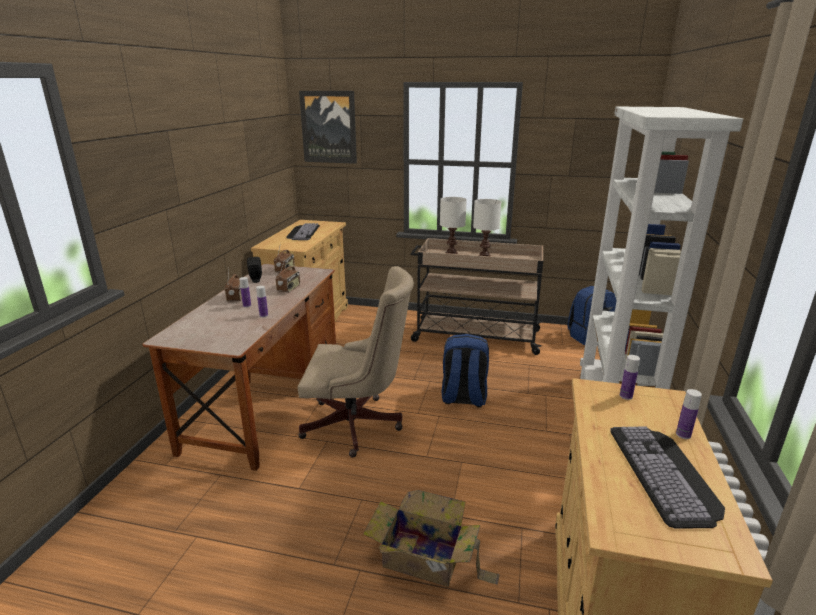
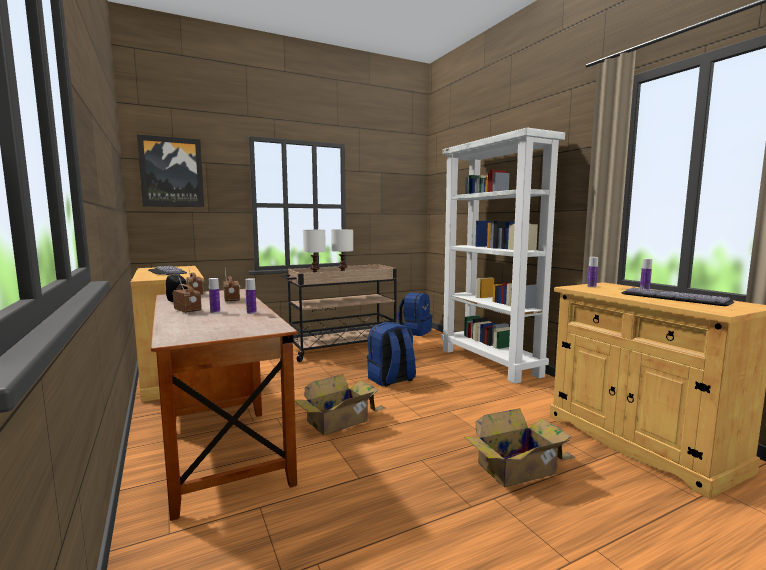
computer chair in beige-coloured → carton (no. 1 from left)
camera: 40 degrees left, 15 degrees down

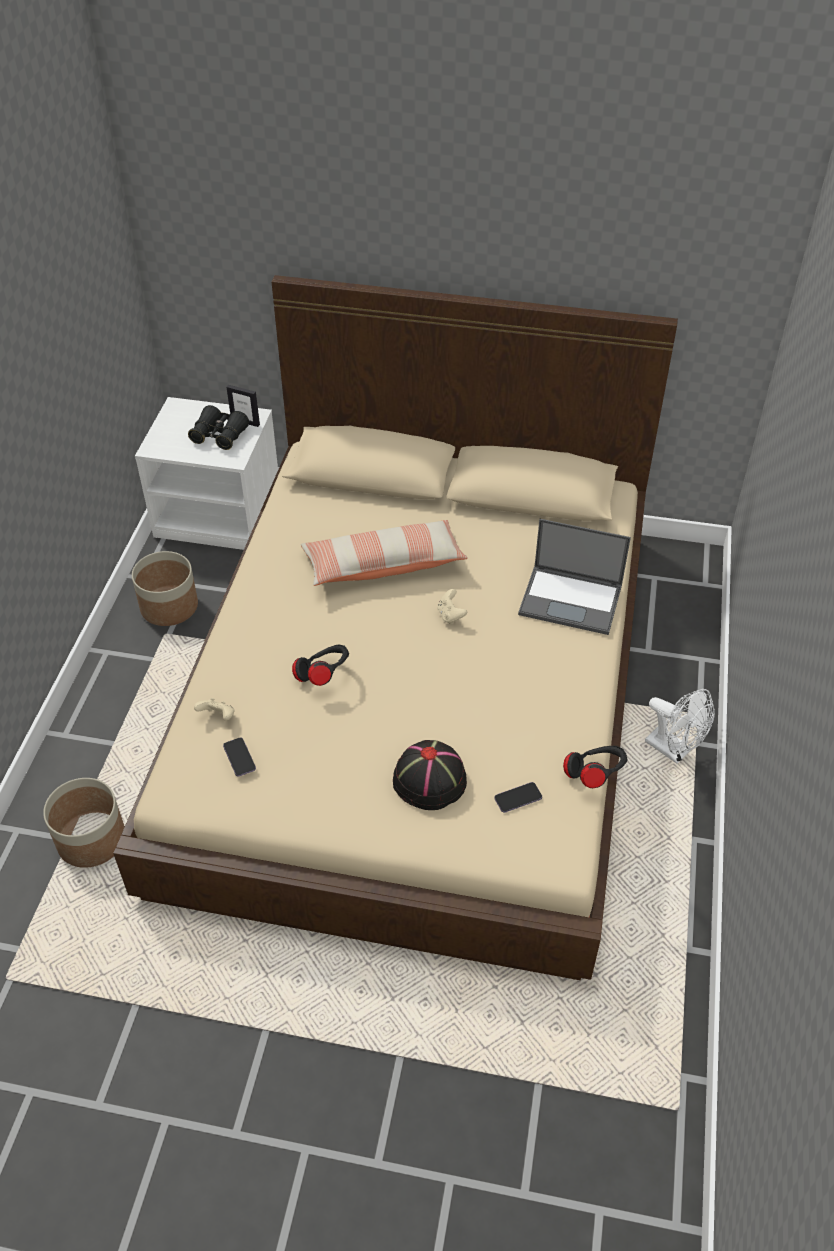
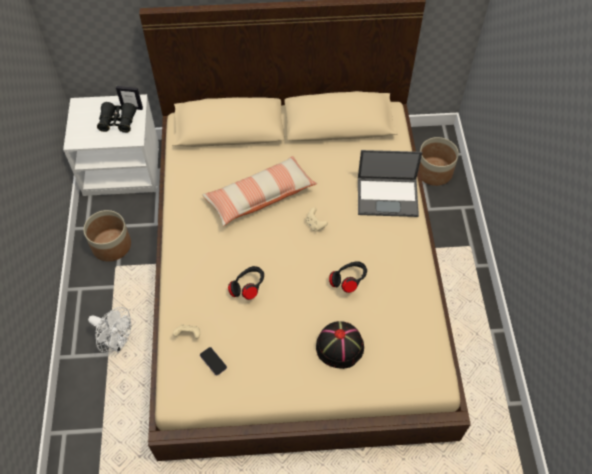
phone (no. 2 from left) → -
planter (no. 1 from left in the first image) → planter (no. 2 from left), relocated
pair of headphones in black-coloured (no. 2 from left), relocated
cooling fan in whitish, relocated
camera: 15 degrees left, 10 degrees up

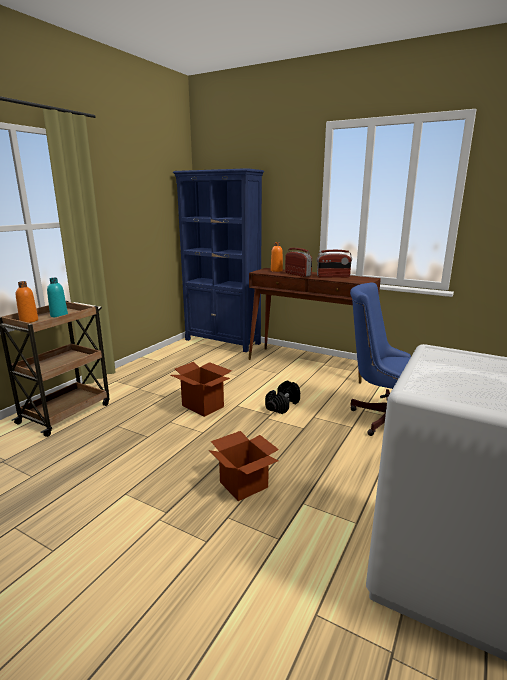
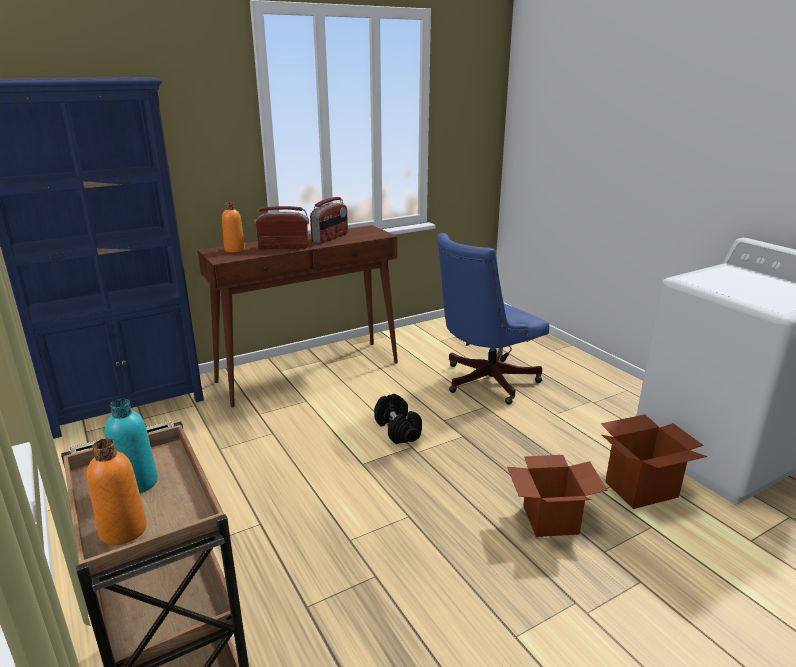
carton (no. 1 from left in the first image) → carton (no. 2 from left), relocated
camera: 60 degrees left, 5 degrees up

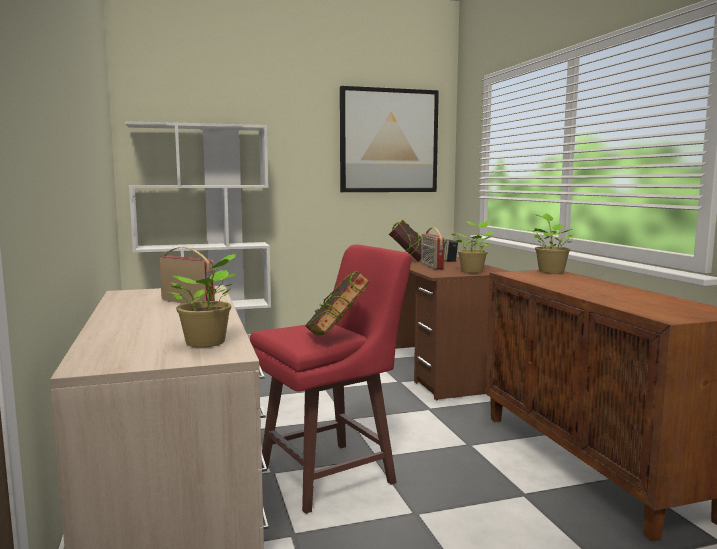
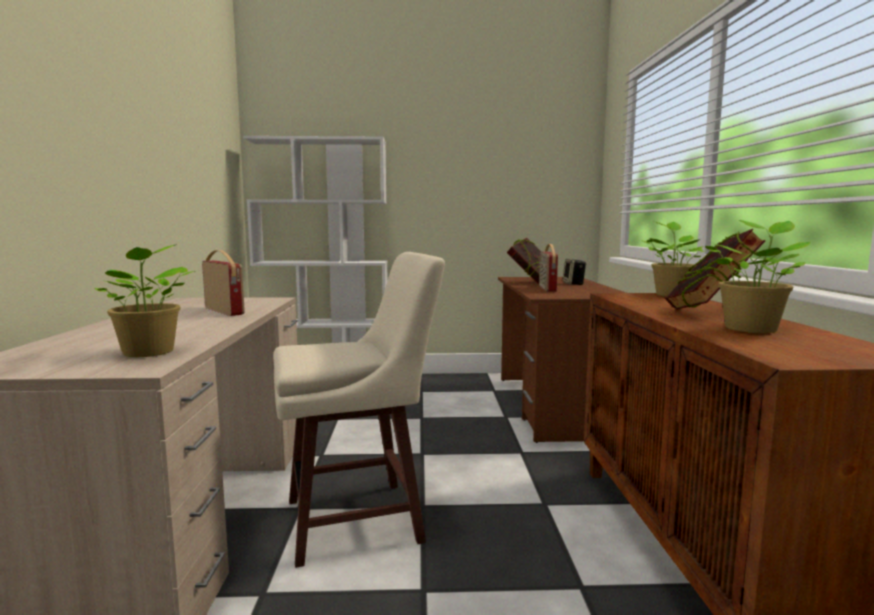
picture → -
book (no. 1 from left in the first image) → book (no. 2 from left), relocated
houseplant (no. 2 from left in the first image) → houseplant (no. 3 from left), relocated
stool seat in red-coloured → stool seat in beige-coloured
camera: 15 degrees right, 0 degrees up

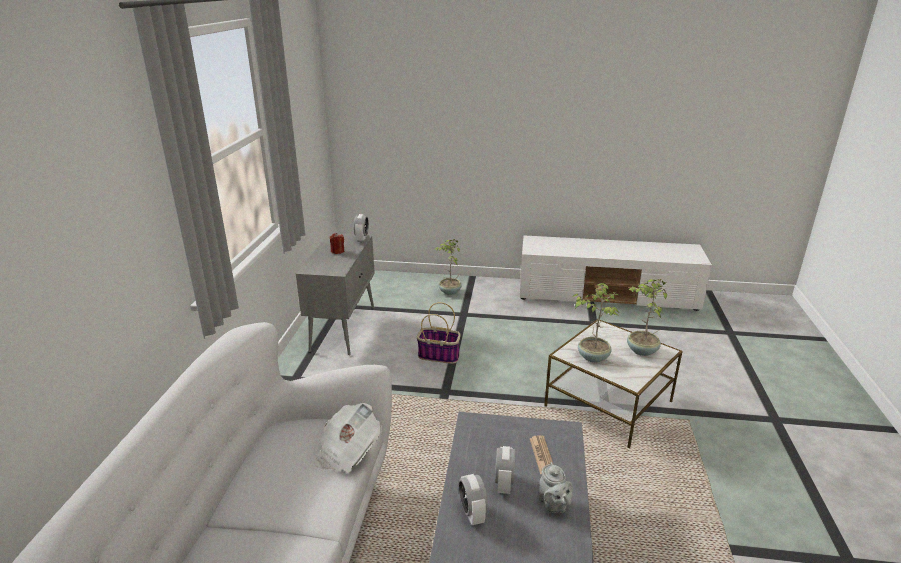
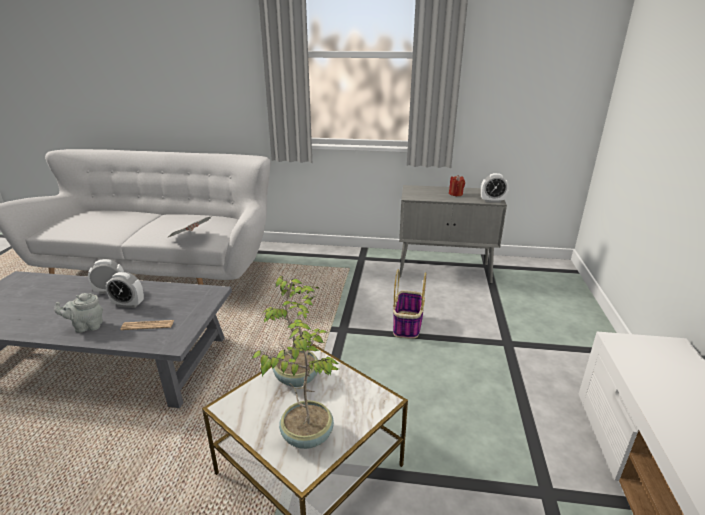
houseplant (no. 1 from left) → -
camera: 90 degrees right, 0 degrees up

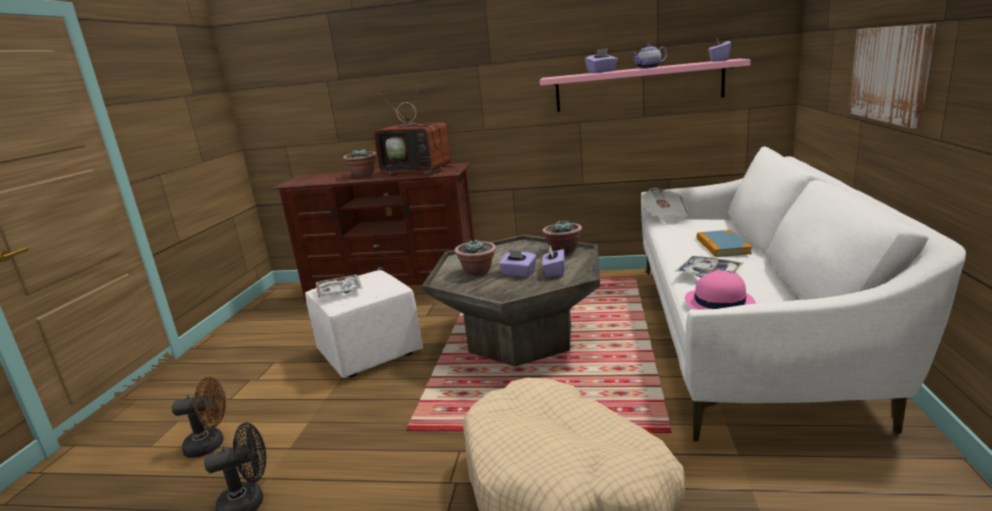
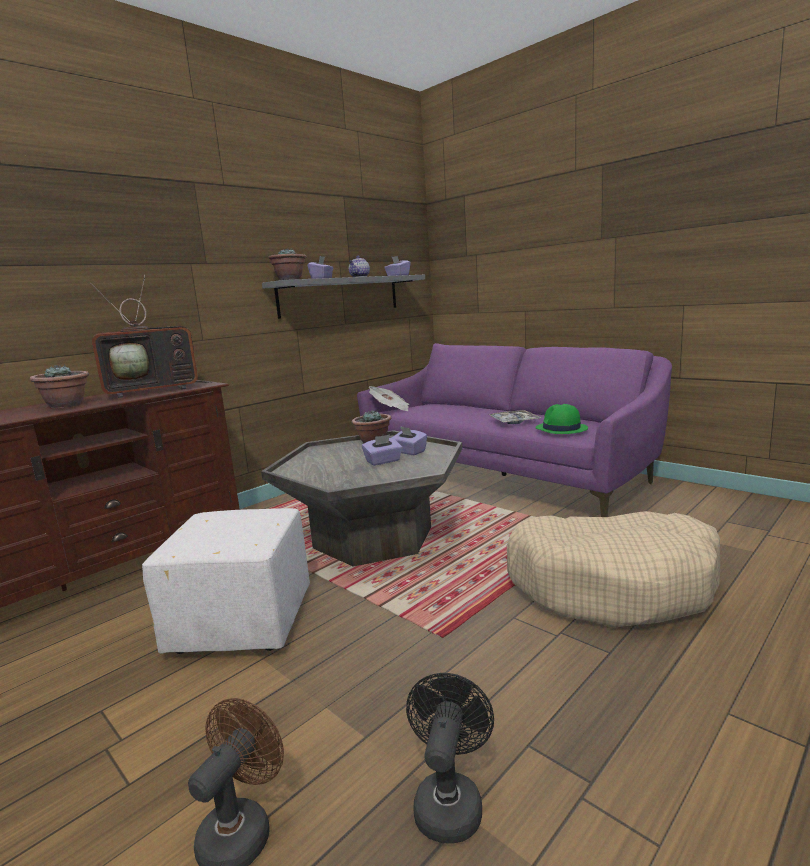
carrying tray (no. 1 from left) → -
book → -
picture → -
houseplant (no. 2 from left), relocated
bracket shelf in pink-coloured → bracket shelf in grey
settee in whitish → settee in purplish
wearable hat in pink-coloured → wearable hat in green
camera: 55 degrees left, 5 degrees down

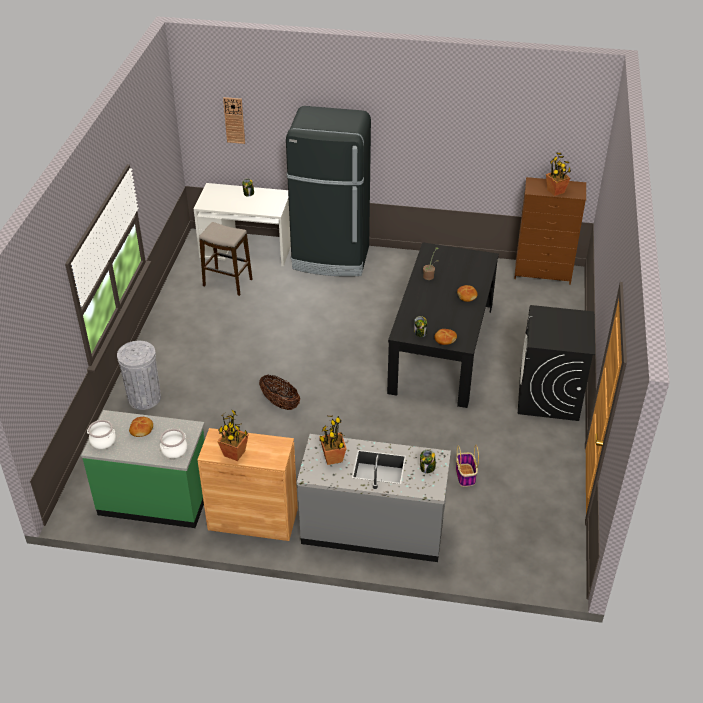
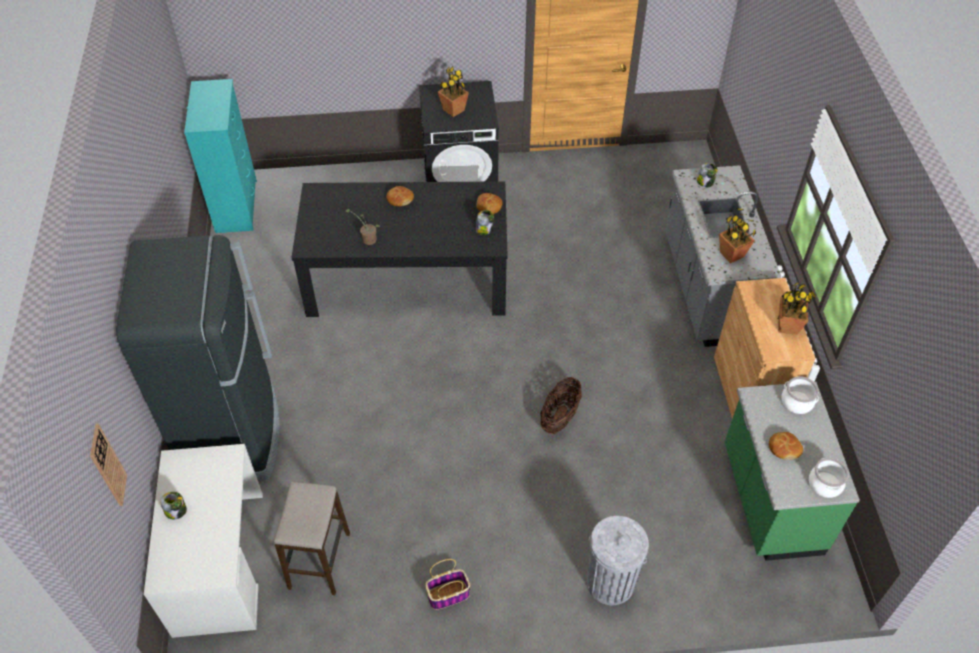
storage basket (no. 2 from left in the first image) → storage basket (no. 1 from left), relocated
houseplant (no. 4 from left in the first image) → houseplant (no. 2 from left), relocated
drawer chest in brownish → drawer chest in turquoise
camera: 105 degrees left, 10 degrees up

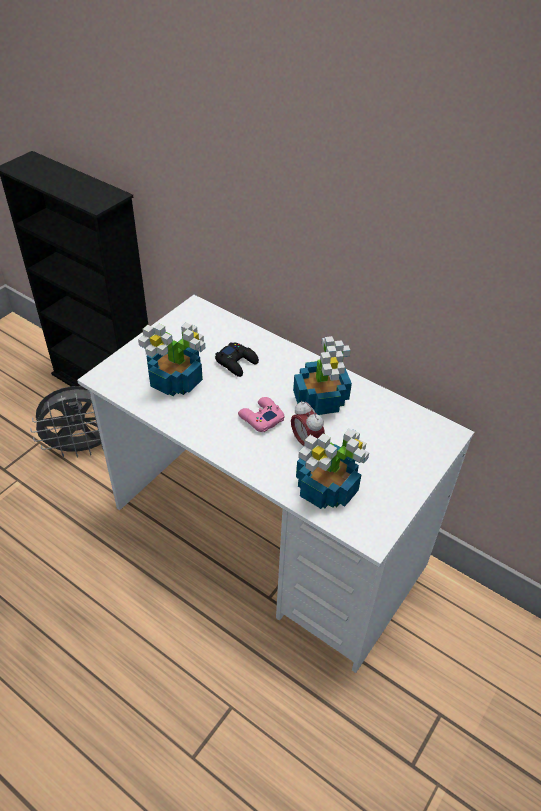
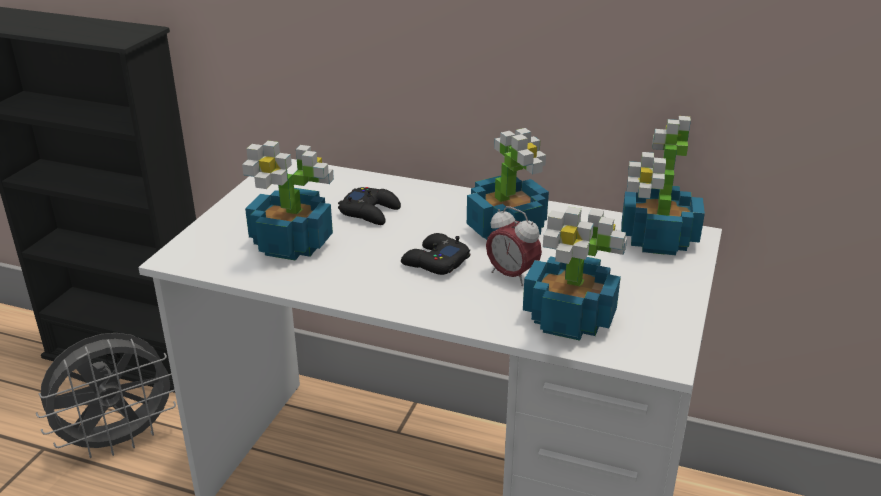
- → houseplant (no. 4 from left)
game controller in pink-coloured → game controller in black-coloured (no. 2 from left)
camera: 15 degrees left, 15 degrees down

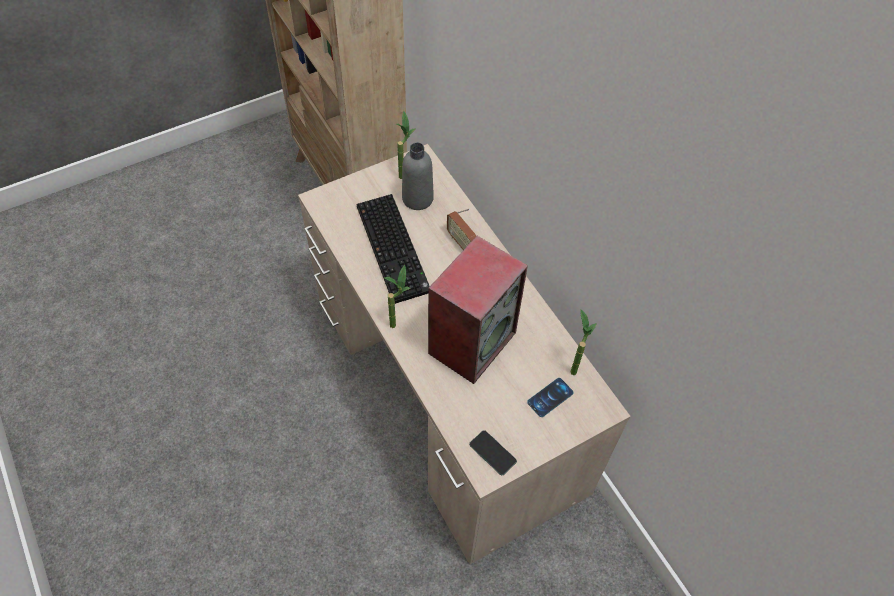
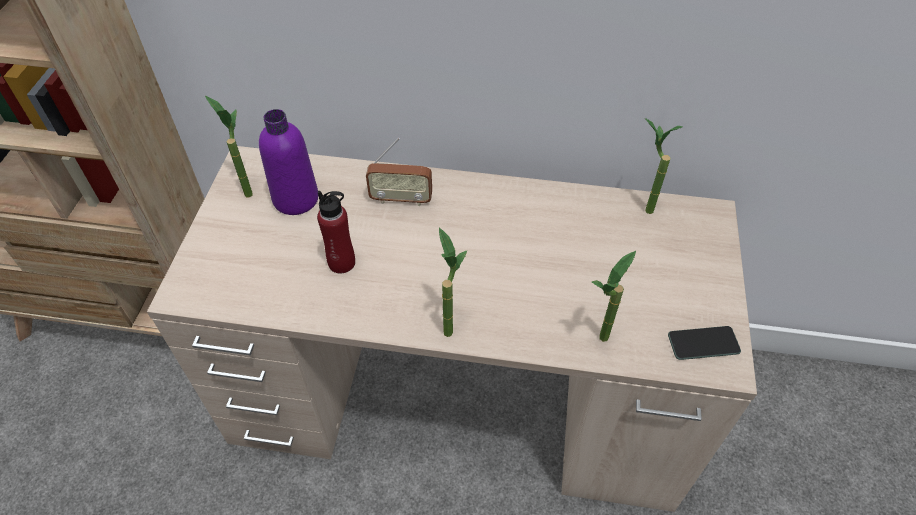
loudspeaker → -
phone (no. 2 from left) → -
- → houseplant (no. 3 from left)
keyboard → beverage bottle in red-coloured
beverage bottle in grey → beverage bottle in purplish
camera: 50 degrees left, 5 degrees down

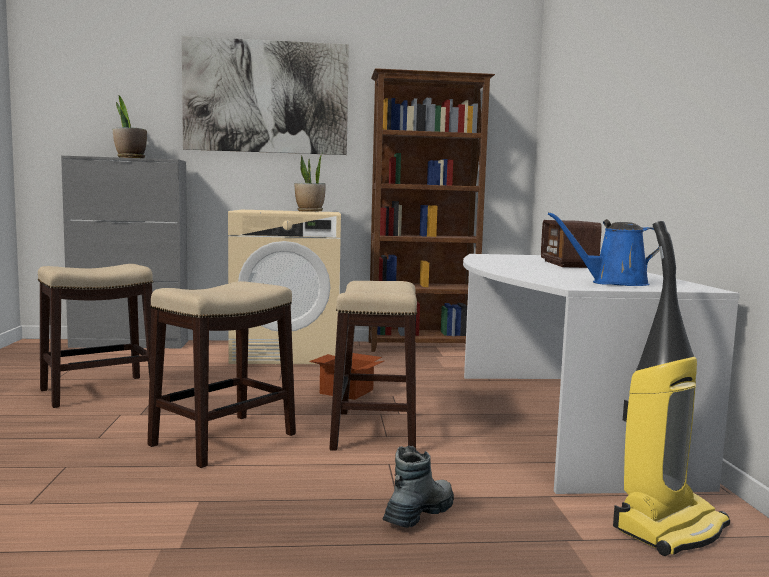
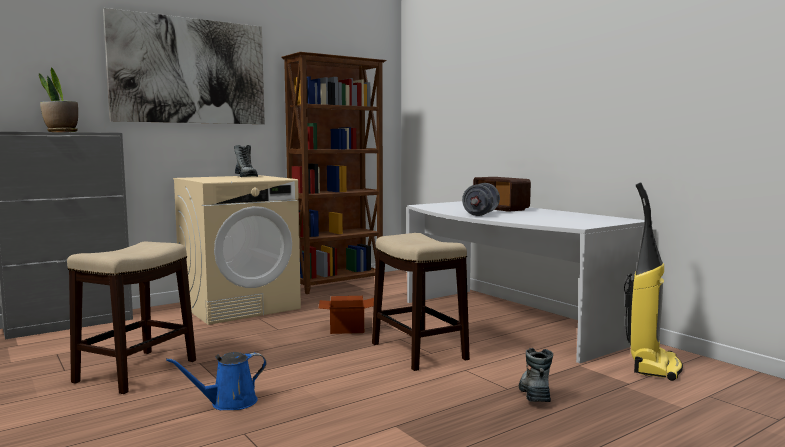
stool seat (no. 2 from left) → -
- → dumbbell in grey
watering can in bluish, relocated
houseplant (no. 2 from left) → boot (no. 1 from left)
camera: 30 degrees left, 0 degrees up

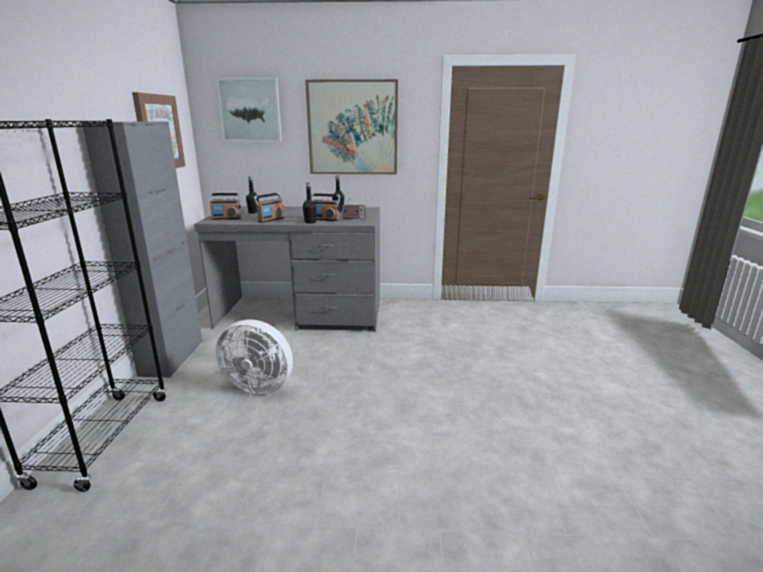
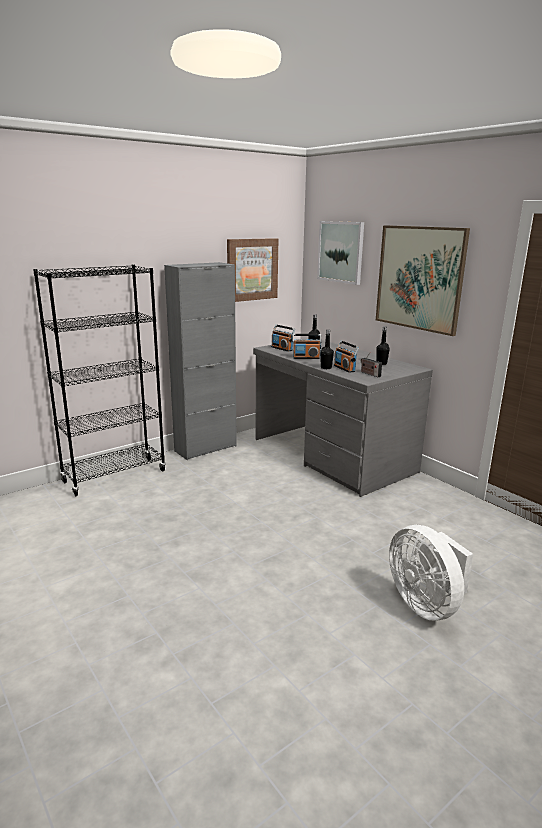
cooling fan in whitish, relocated
camera: 50 degrees right, 0 degrees up

